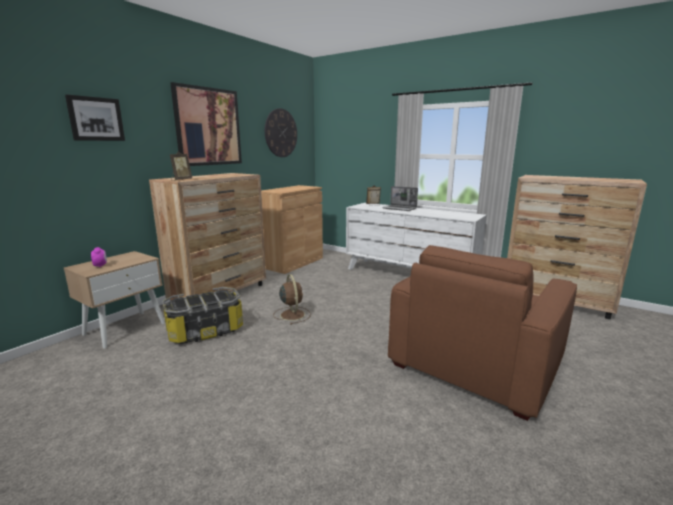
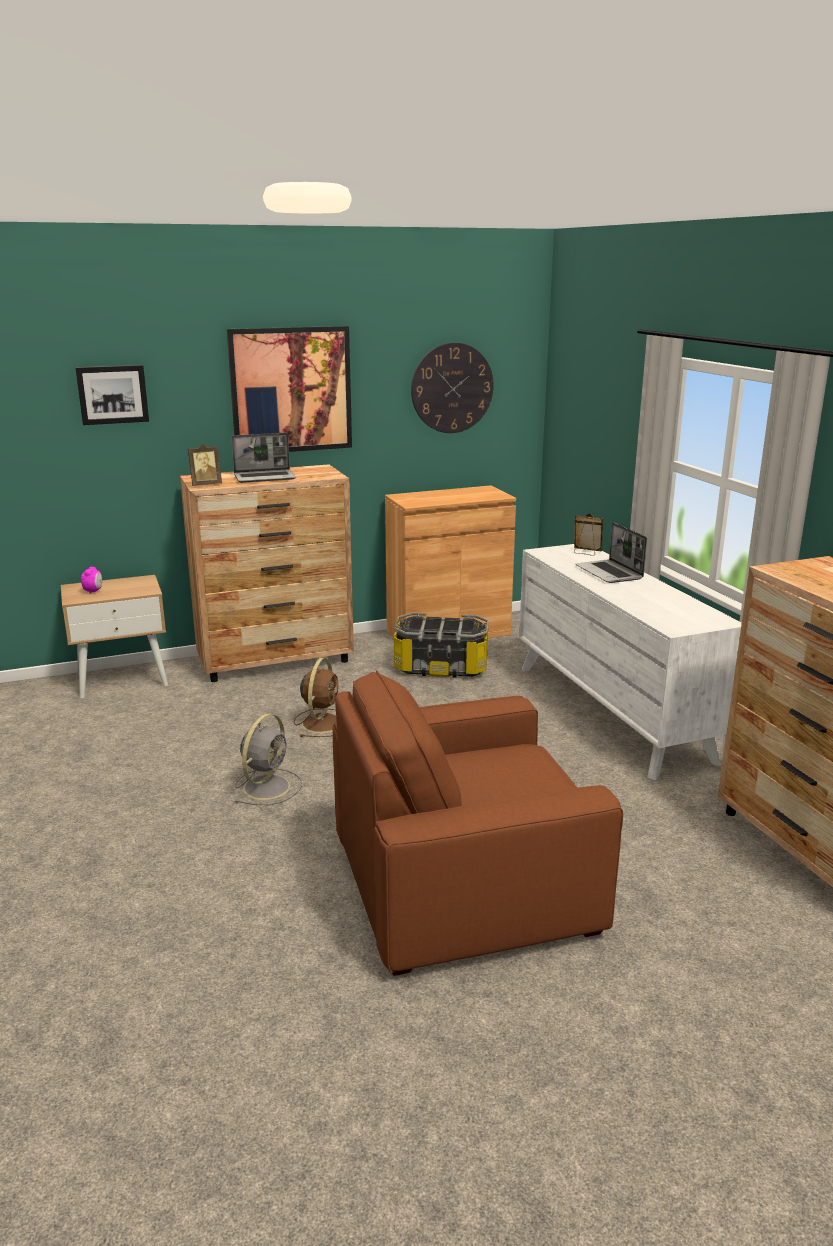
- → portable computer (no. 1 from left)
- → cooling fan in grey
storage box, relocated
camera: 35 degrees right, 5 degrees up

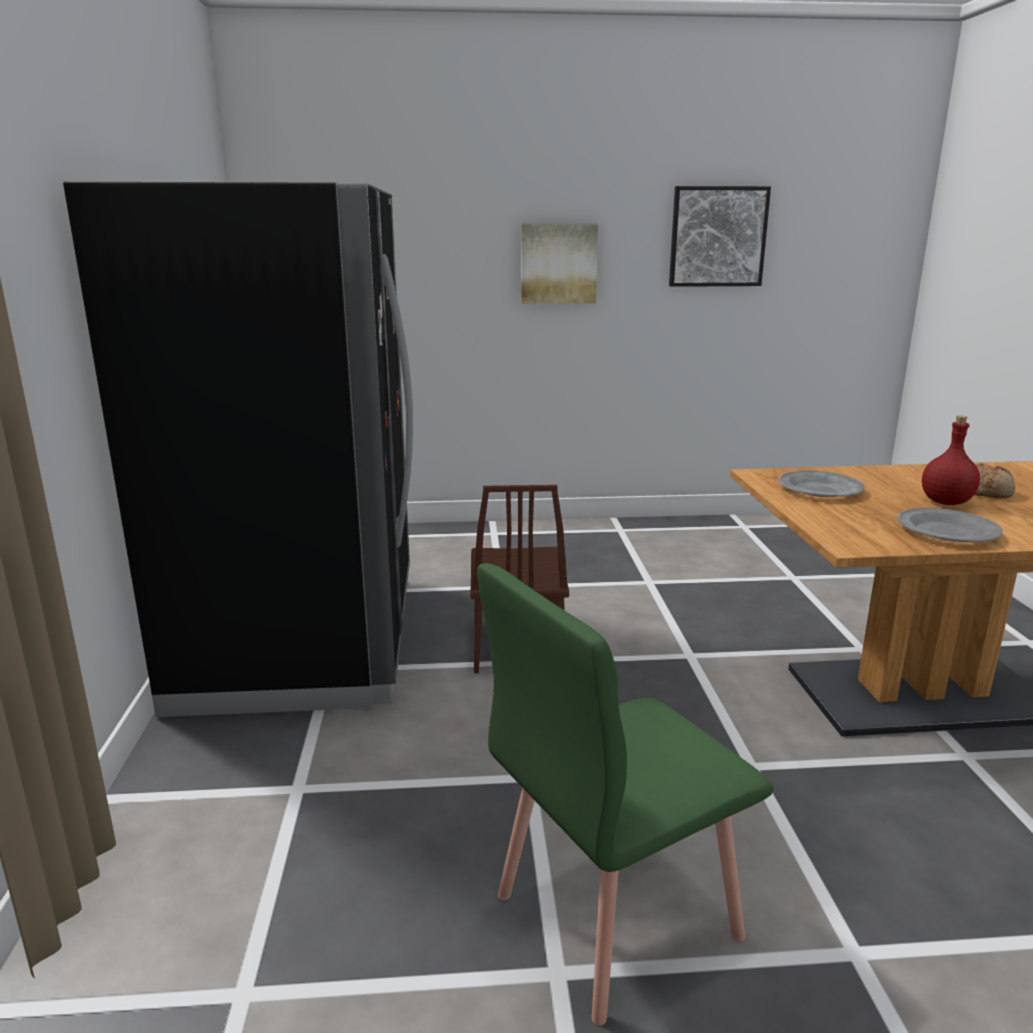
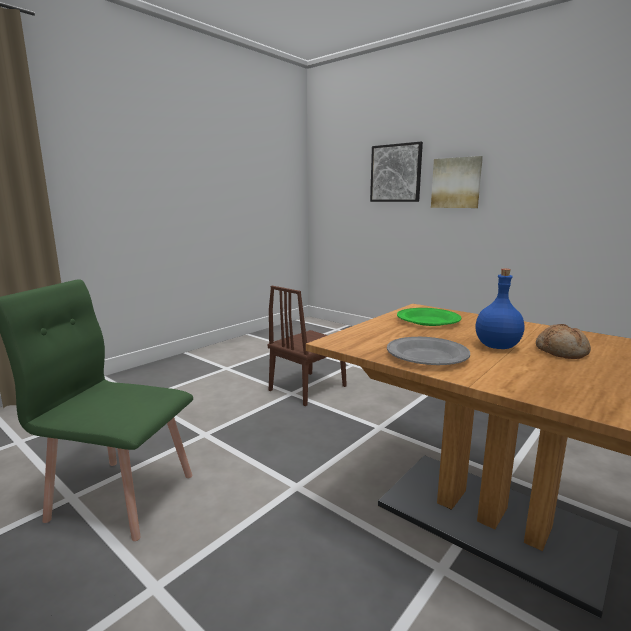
fridge in black-coloured → -
picture (no. 2 from left in the first image) → picture (no. 1 from left), relocated
flat dish in grey (no. 1 from left) → flat dish in green
beverage bottle in red-coloured → beverage bottle in bluish
camera: 45 degrees right, 5 degrees down

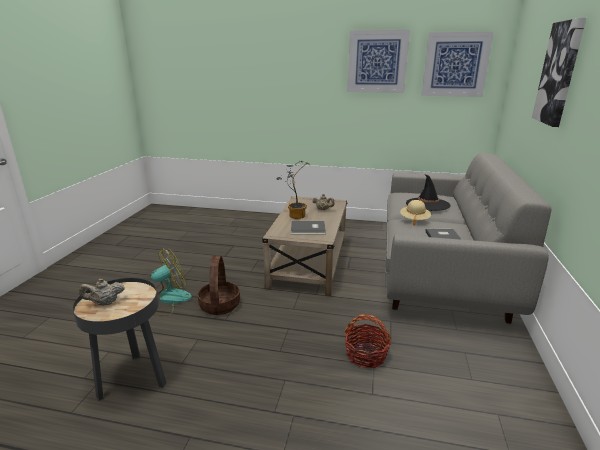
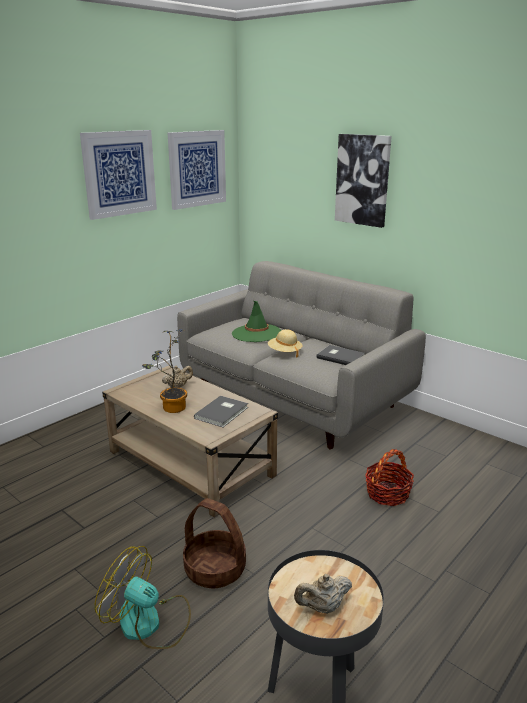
wearable hat in black-coloured → wearable hat in green
teapot in beige-coloured (no. 1 from left in the first image) → teapot in beige-coloured (no. 2 from left), 60 degrees clockwise
cooling fan, 60 degrees counterclockwise
camera: 60 degrees left, 0 degrees up

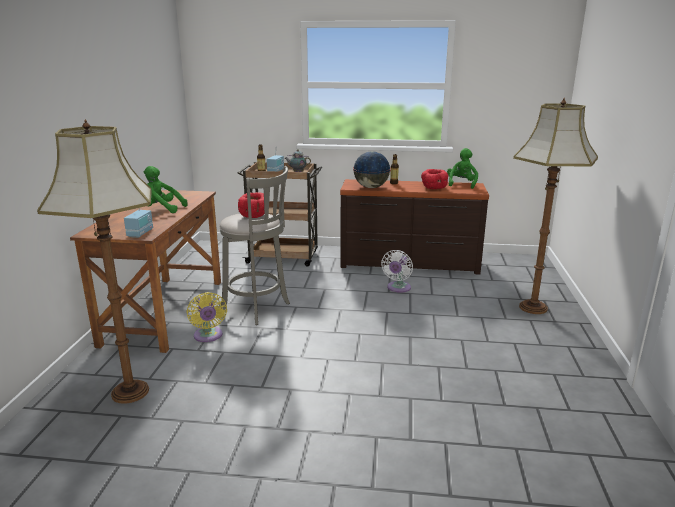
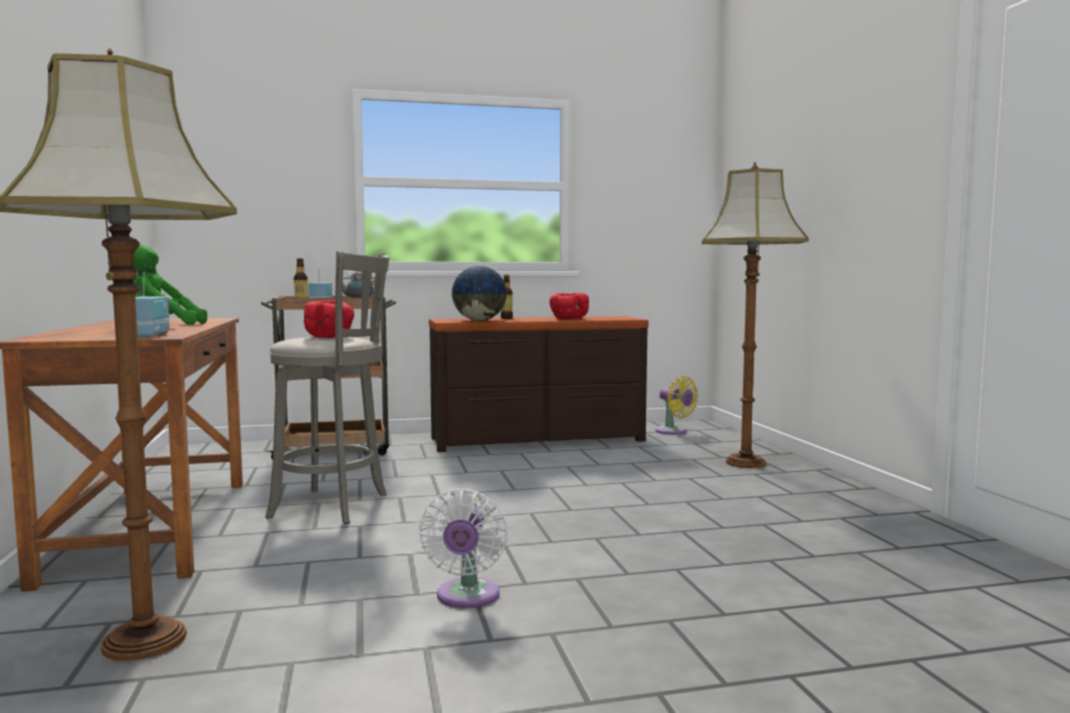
soft toy in green (no. 2 from left) → -
cooling fan in yellow, relocated
cooling fan in whitish, relocated
camera: 20 degrees left, 15 degrees down

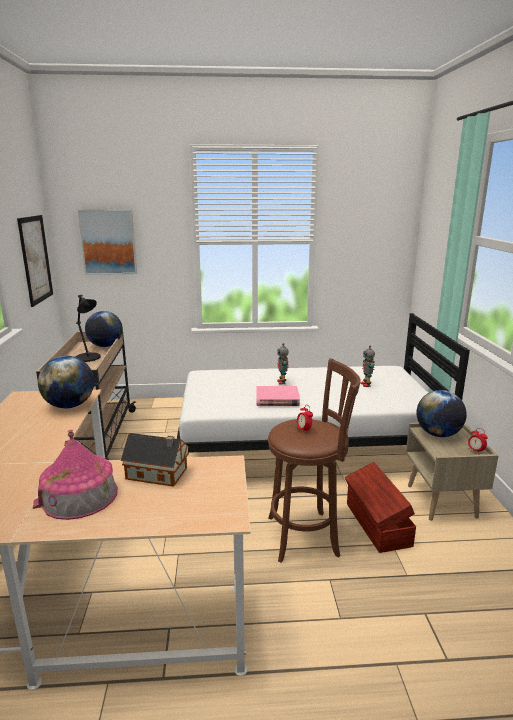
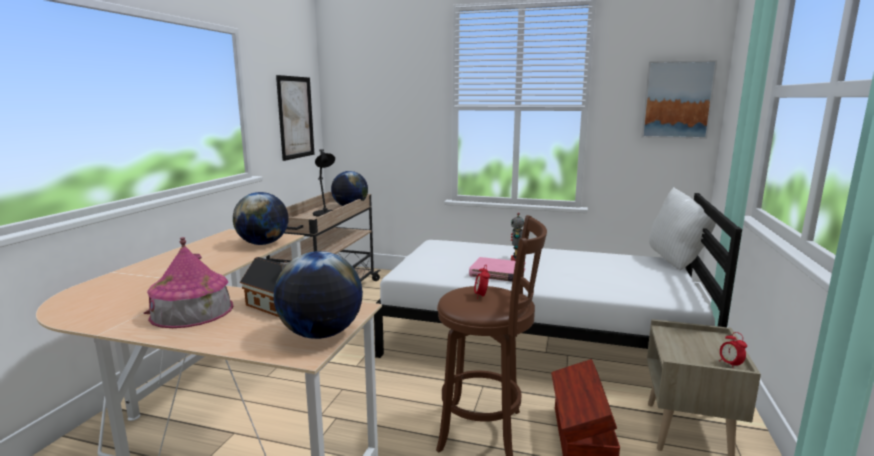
robot figure (no. 2 from left) → -
- → cushion in whitish
picture (no. 2 from left), relocated
world globe (no. 3 from left in the first image) → world globe (no. 2 from left), relocated
camera: 20 degrees right, 5 degrees down

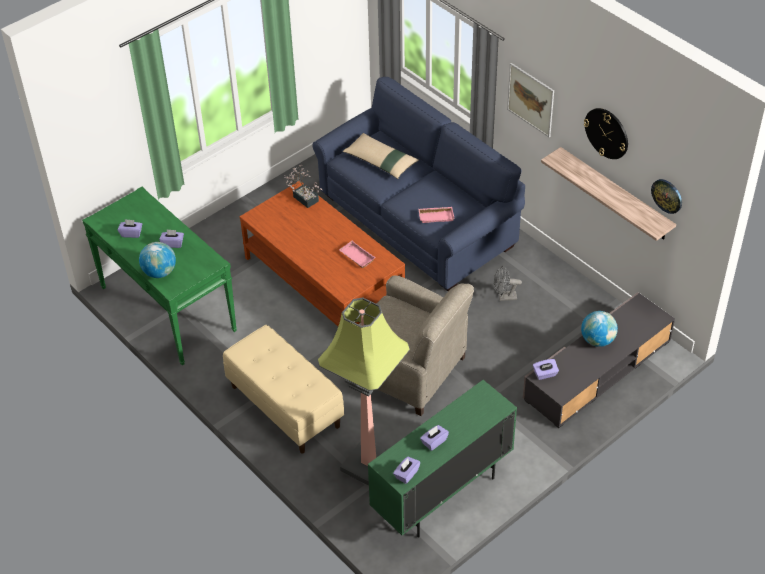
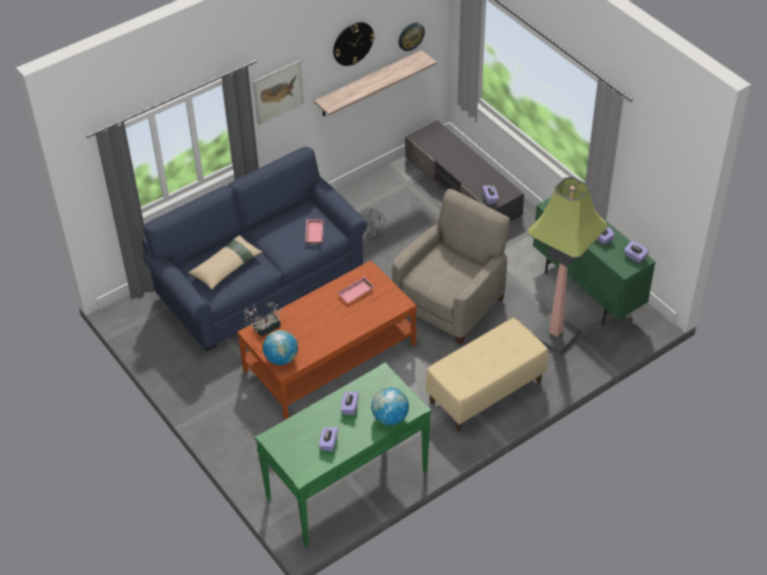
world globe (no. 2 from left in the first image) → world globe (no. 1 from left), relocated
camera: 85 degrees left, 0 degrees up

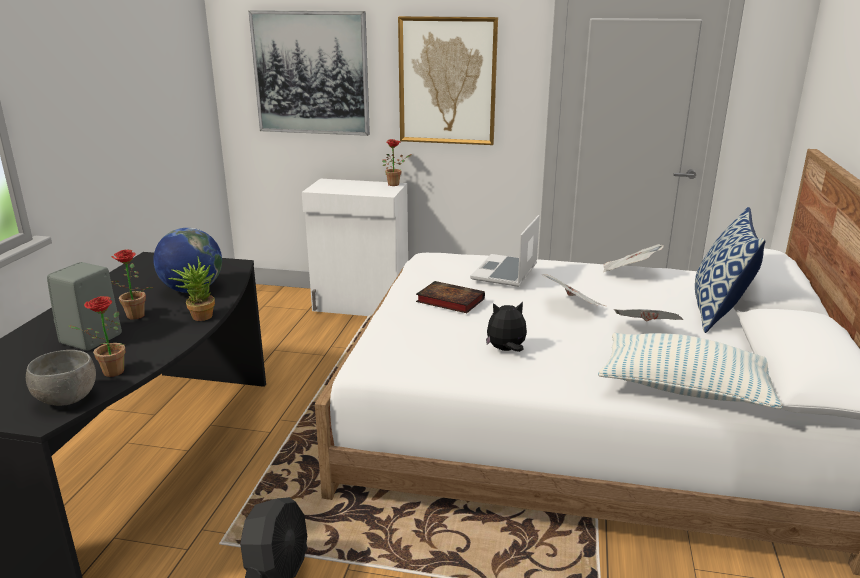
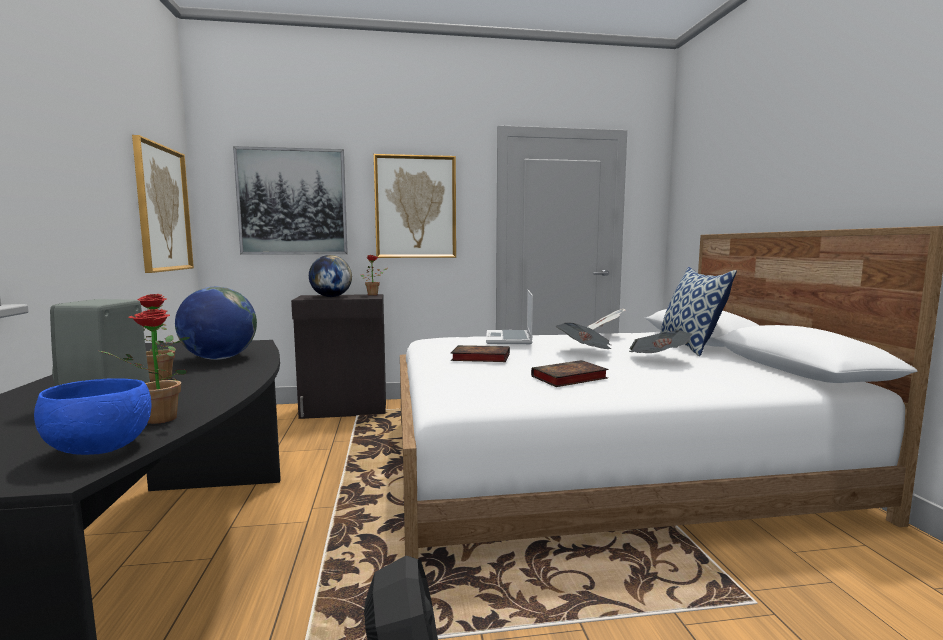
houseplant (no. 3 from left) → -
cushion (no. 1 from left) → -
- → picture (no. 1 from left)
- → world globe (no. 2 from left)
soft toy → book (no. 2 from left)
serving bowl in grey → serving bowl in bluish
storage cabinet in whitish → storage cabinet in black-coloured
camera: 20 degrees left, 15 degrees down

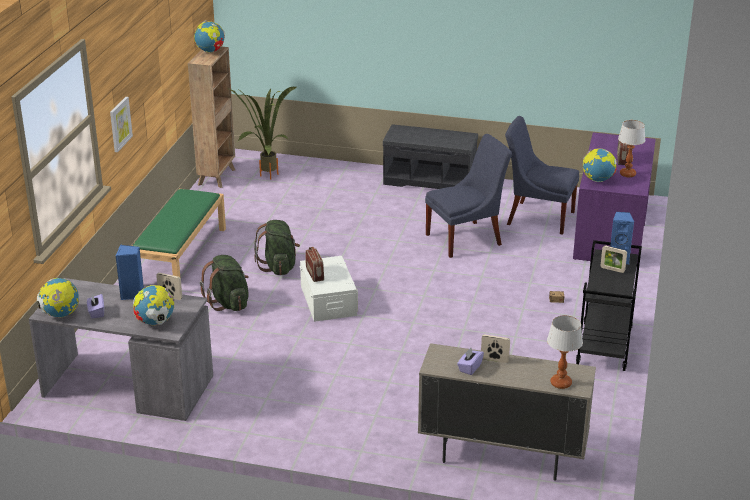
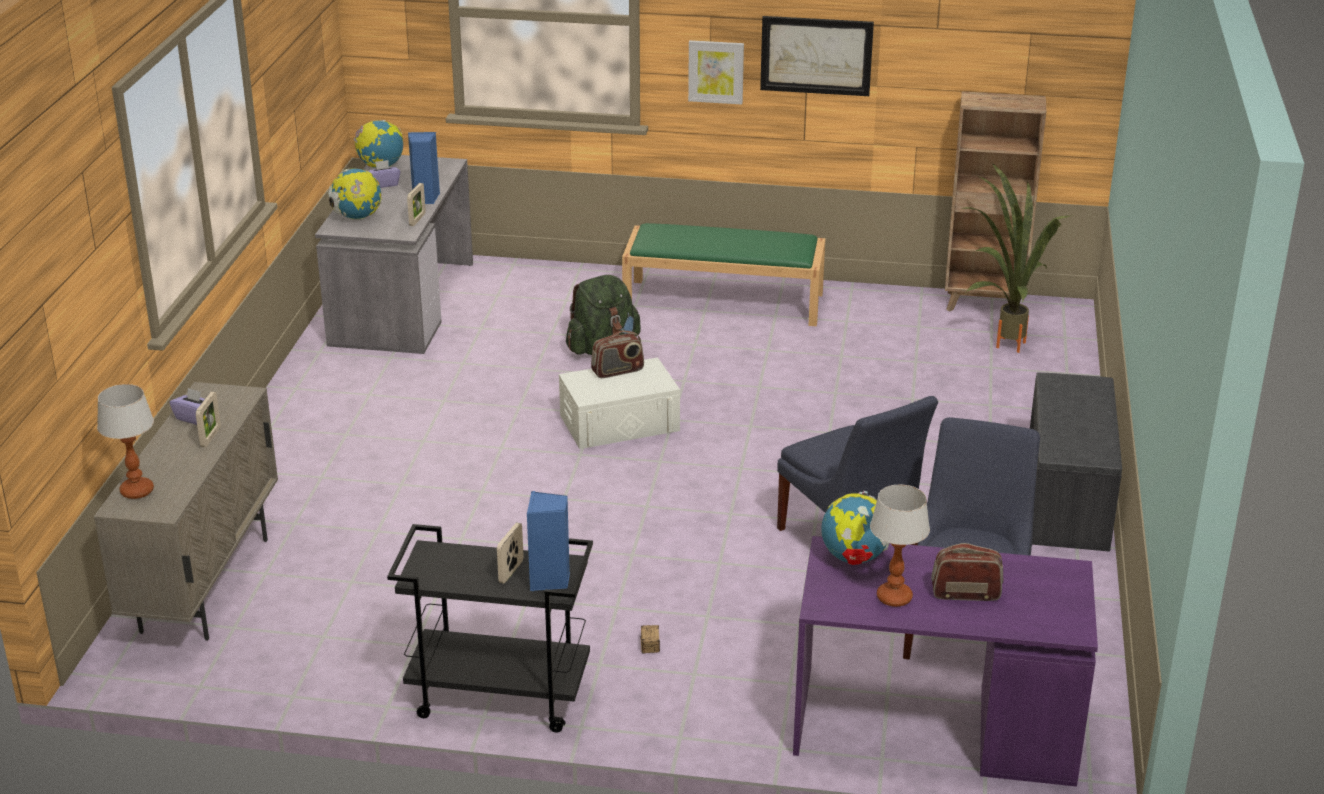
world globe (no. 3 from left) → -
rucksack in green (no. 2 from left) → -
- → picture (no. 2 from left)
camera: 85 degrees right, 0 degrees up

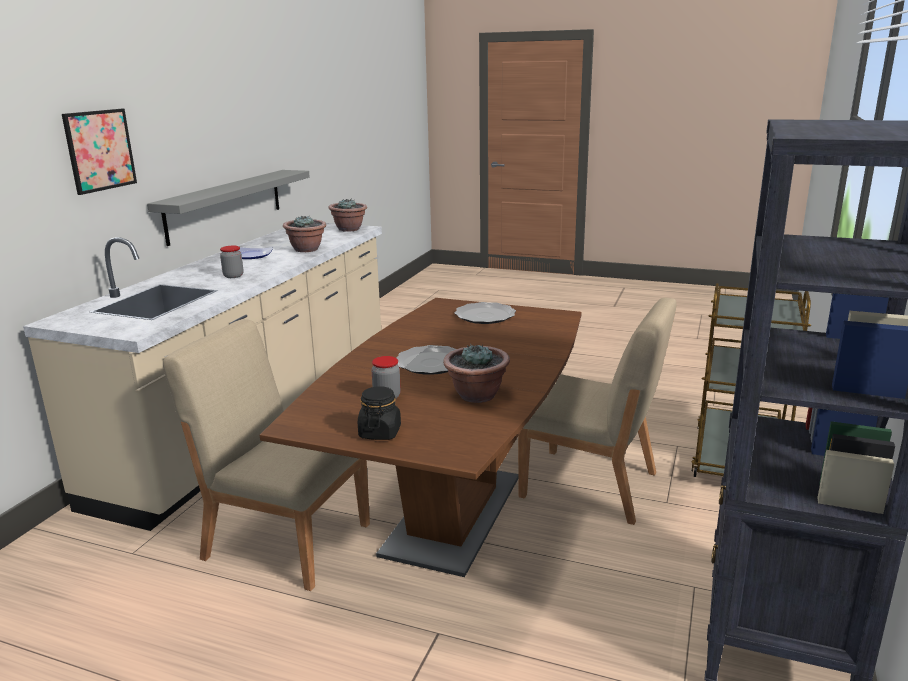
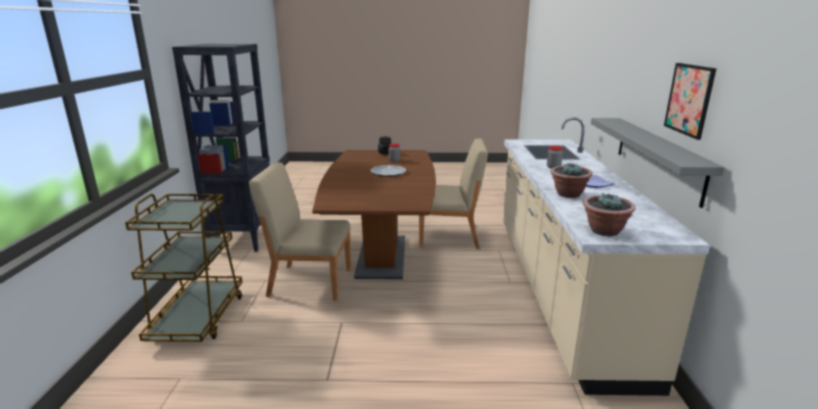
houseplant (no. 3 from left) → -
flat dish (no. 3 from left) → -
picture, relocated
camera: 160 degrees right, 0 degrees up

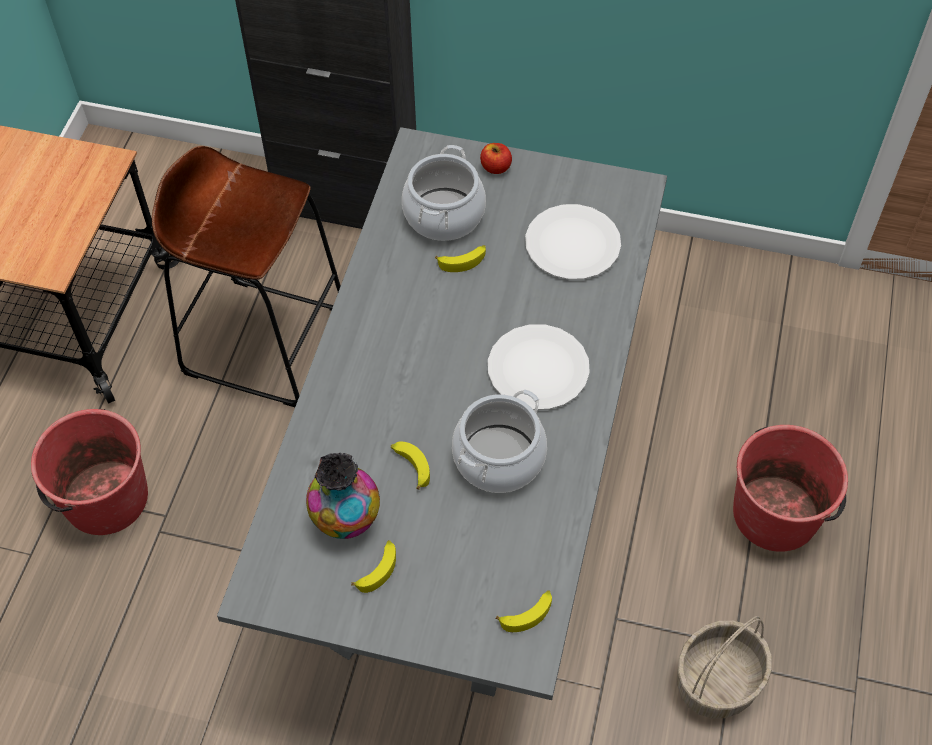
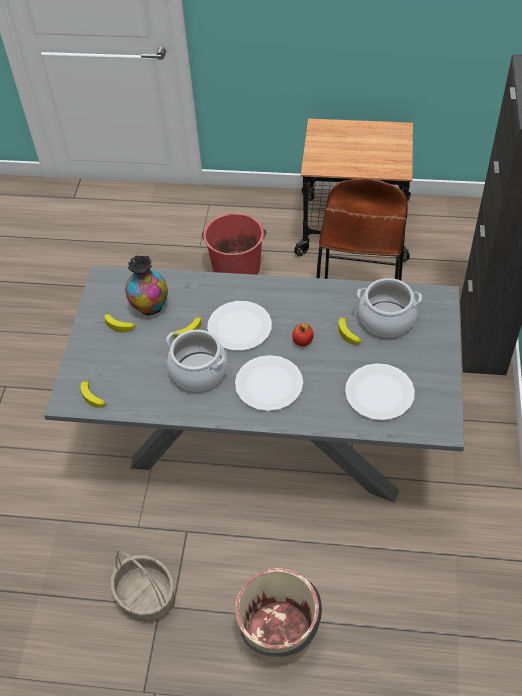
- → flat dish in whitish (no. 1 from left)
apple fruit, relocated
pail in red-coloured (no. 2 from left) → pail in beige-coloured
camera: 85 degrees right, 5 degrees down

